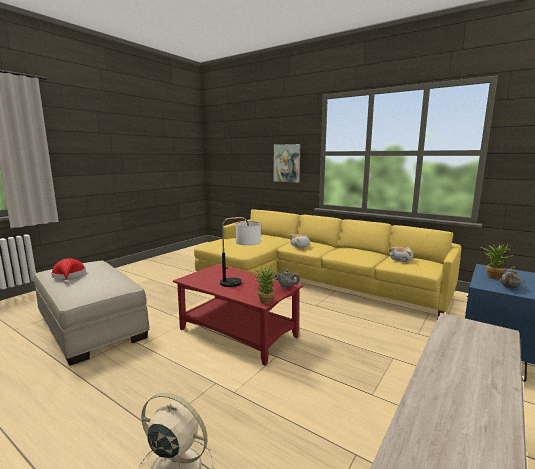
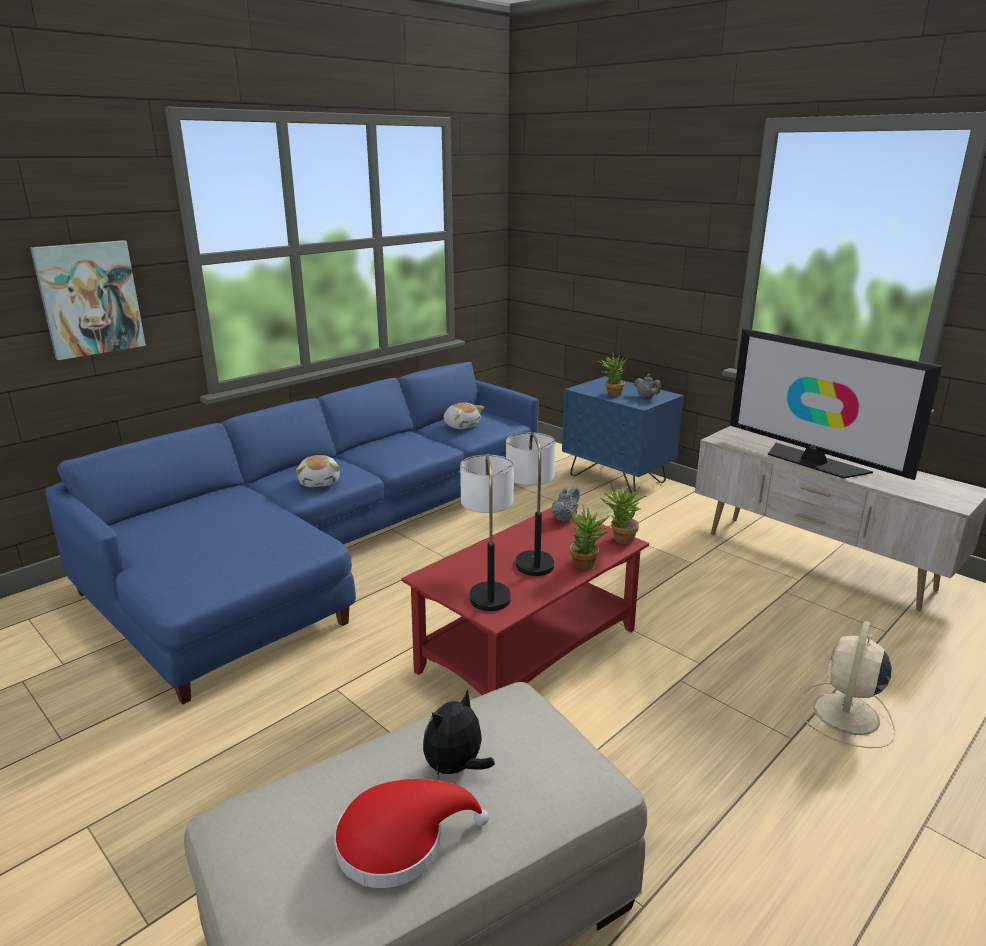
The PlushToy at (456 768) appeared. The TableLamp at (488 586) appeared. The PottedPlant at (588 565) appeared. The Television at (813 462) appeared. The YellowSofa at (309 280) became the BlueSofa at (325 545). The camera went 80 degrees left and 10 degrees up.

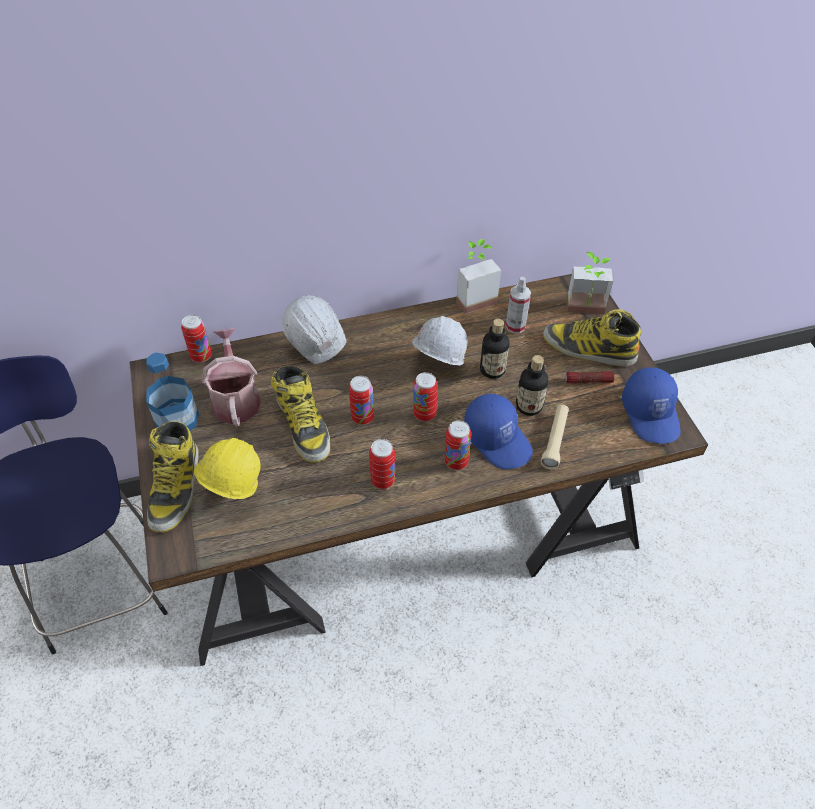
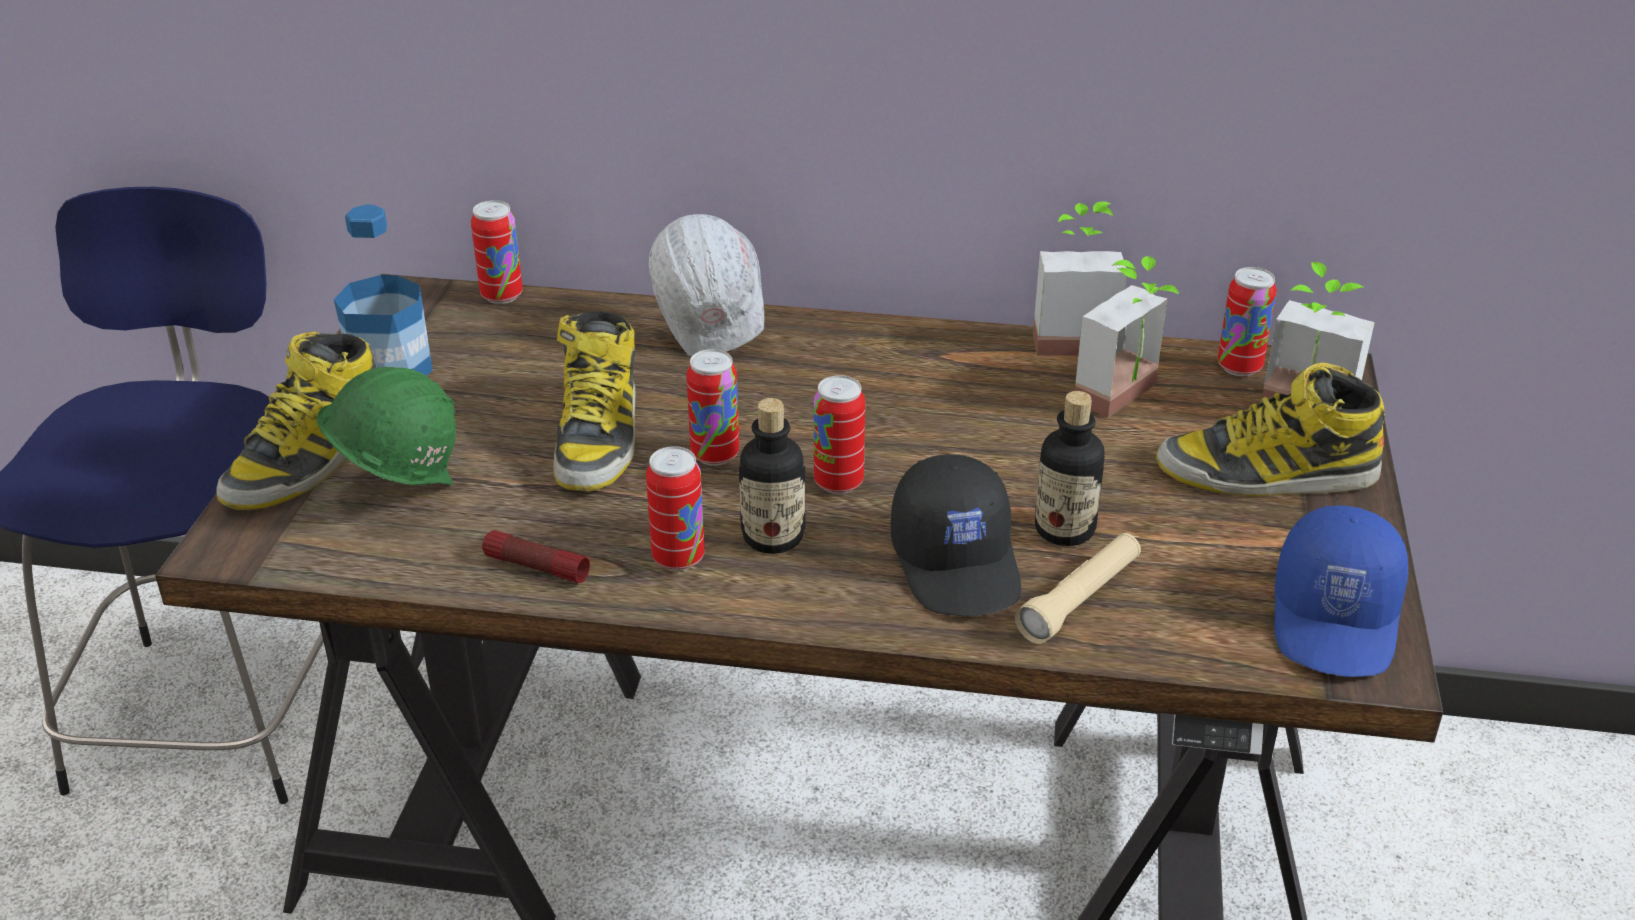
The WateringCan at (236 399) disappeared. The WhiteHardHat at (436 367) disappeared. The Can moved from (456 462) to (1239 367). The Bottle moved from (492 370) to (773 537). The Flashlight moved from (588 381) to (536 567). The SprayBottle at (515 326) was replaced by the PottedPlant at (1129 399). The YellowHardHat at (233 491) became the GreenHardHat at (399 493). The BlueCap at (498 439) became the BlackCap at (958 563). The Boot at (588 349) turned 45 degrees counterclockwise. The camera went 25 degrees right and 15 degrees down.

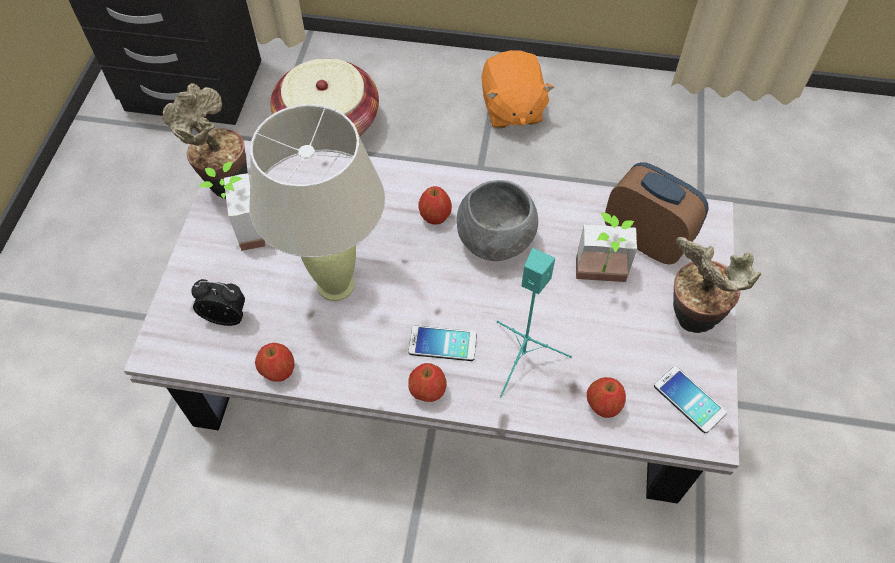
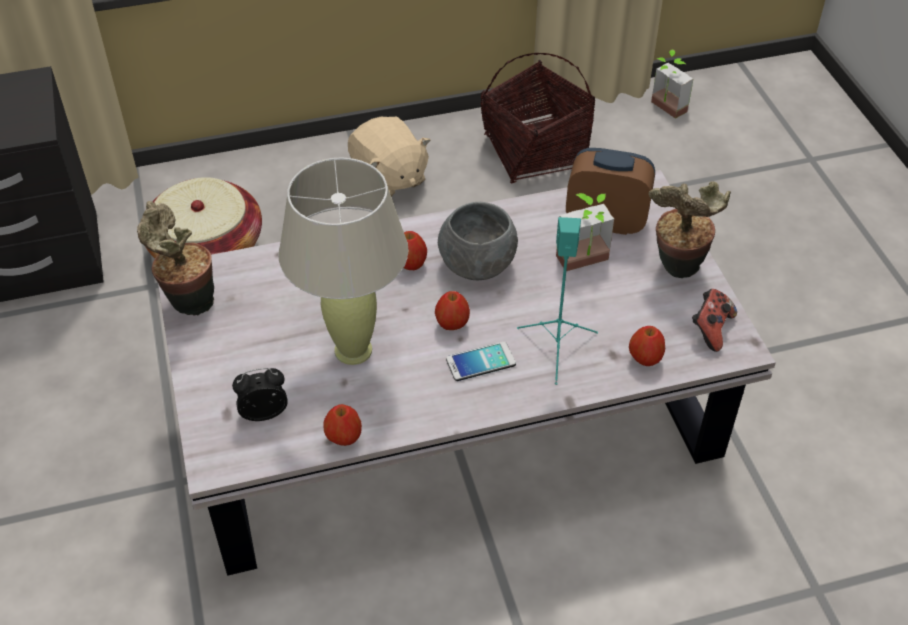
The Basket at (533 151) appeared. The PottedPlant moved from (240 231) to (664 109). The Apple moved from (427 391) to (452 324). The Phone at (689 400) was replaced by the GameController at (710 329). The OrangePlushToy at (511 109) became the BeigePlushToy at (388 178). The camera went 25 degrees left and 10 degrees down.

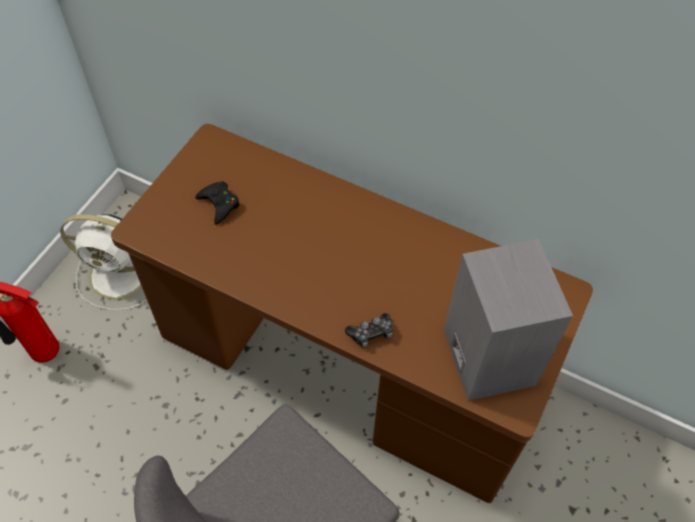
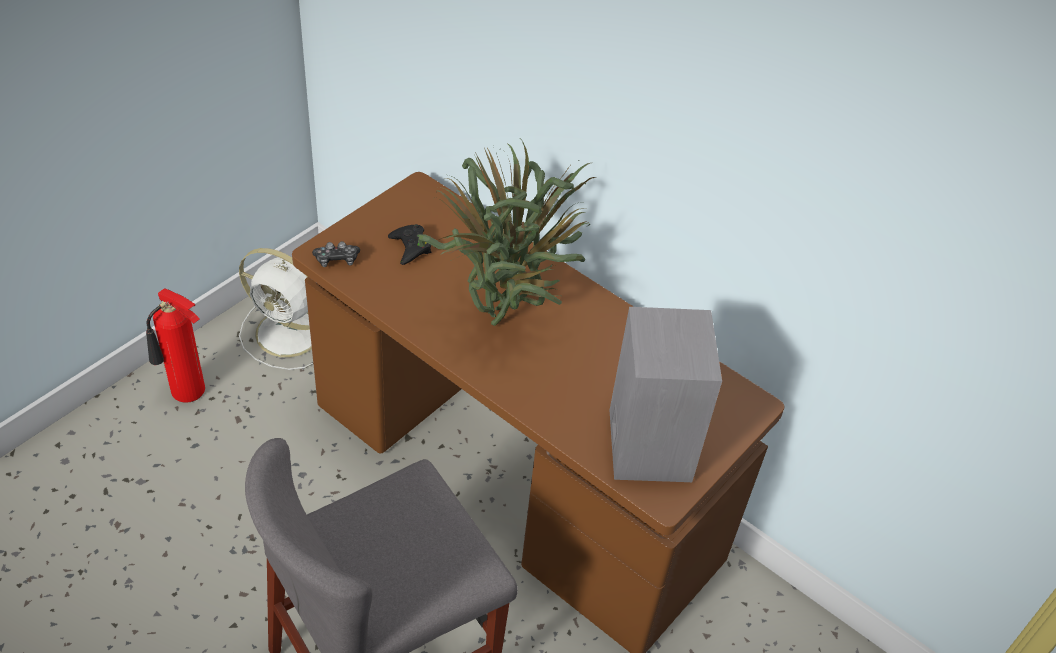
The PottedPlant at (508 310) appeared. The GameController moved from (371 333) to (337 260). The camera went 10 degrees right and 10 degrees down.

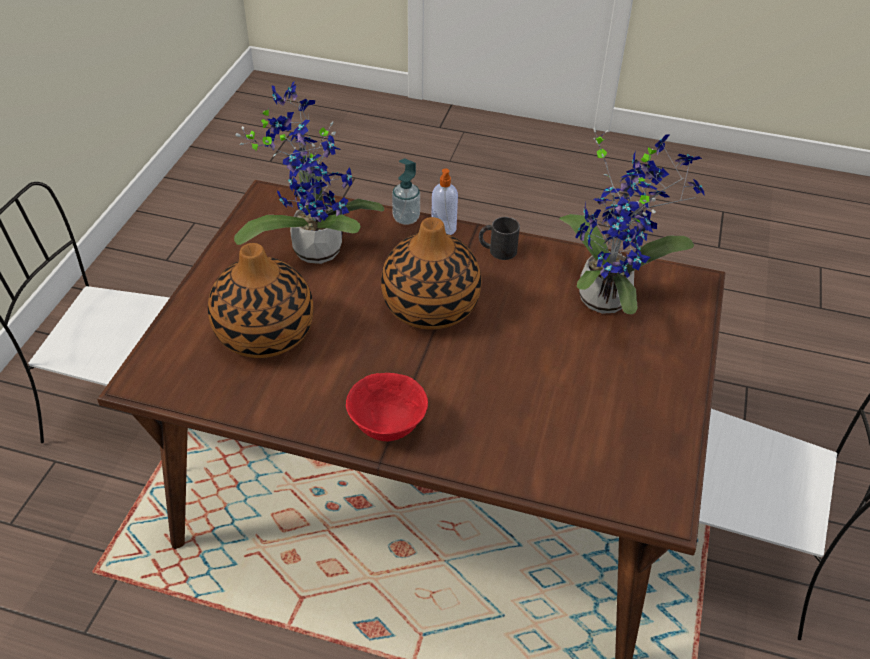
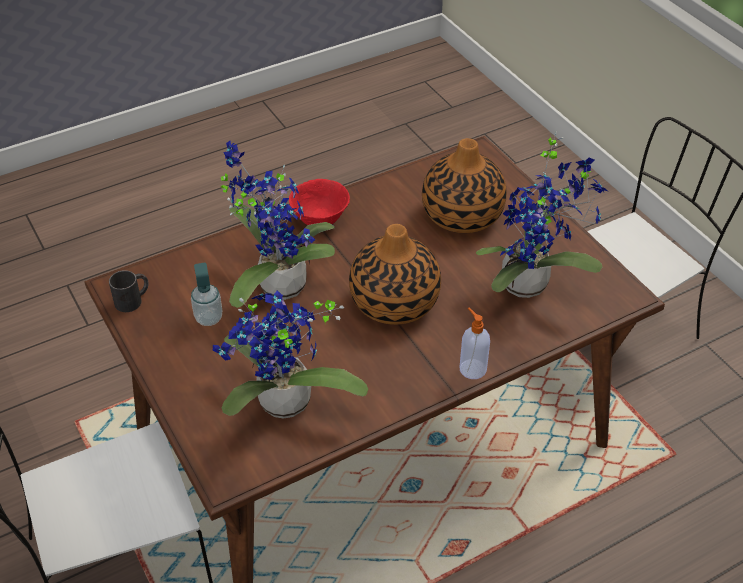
The PottedPlant at (277 283) appeared. The SoapDispenser moved from (406 218) to (209 318). The BlackMug moved from (497 250) to (133 300). The camera went 135 degrees right and 0 degrees up.

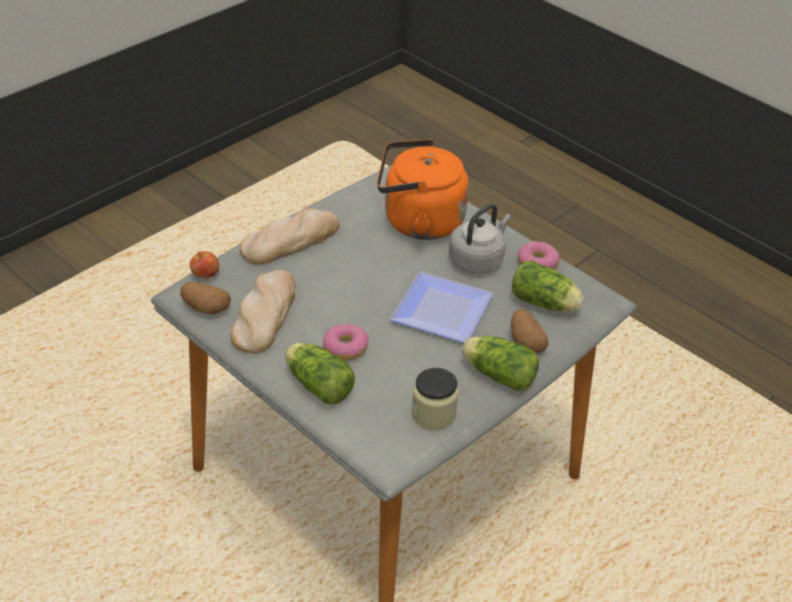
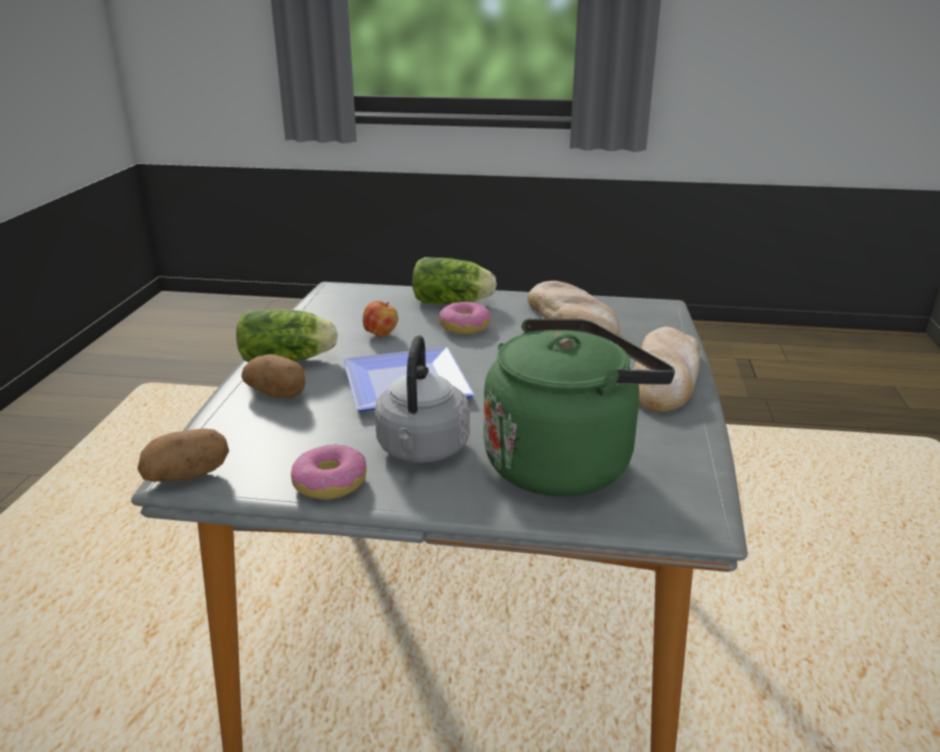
The Jar at (433 414) disappeared. The Lettuce at (546 304) disappeared. The Potato moved from (205 308) to (187 475). The Apple moved from (205 275) to (381 334). The OrangeKettle at (418 221) became the GreenKettle at (564 461). The camera went 145 degrees right and 15 degrees down.

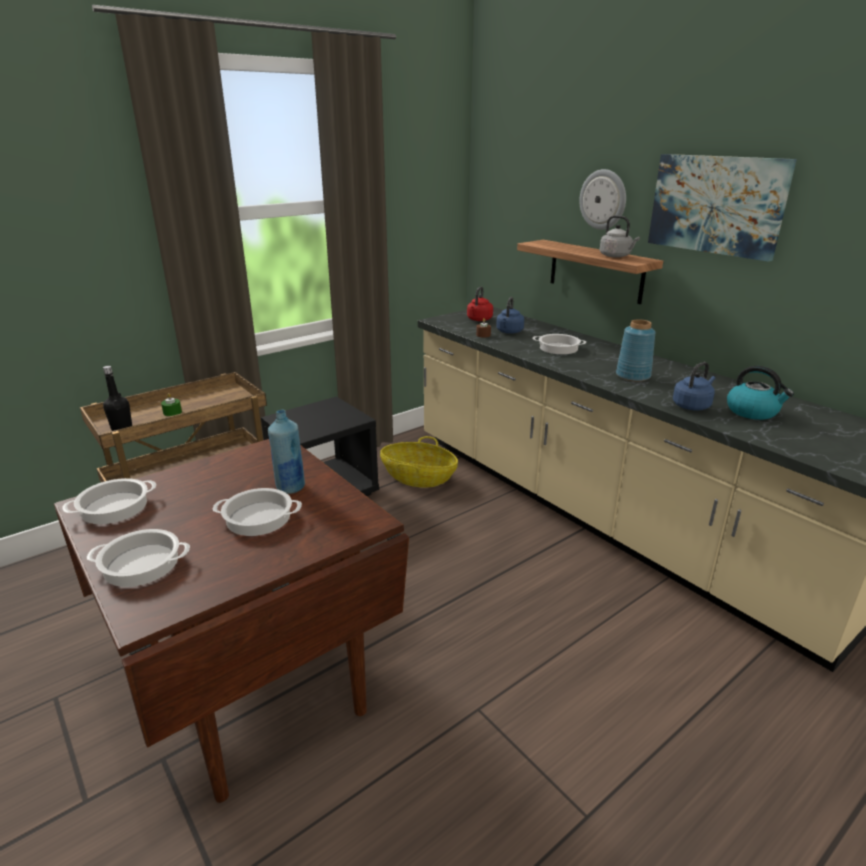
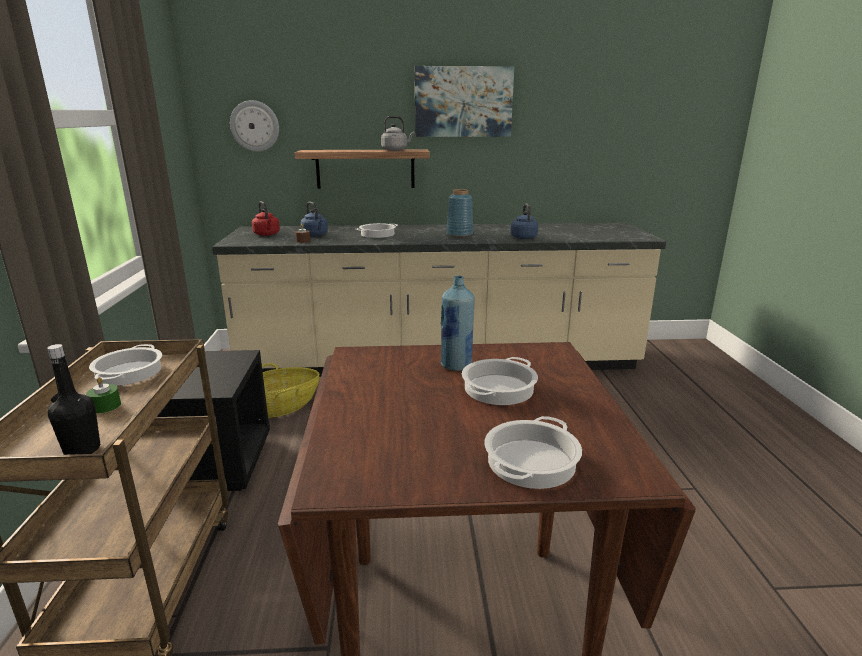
The Kettle at (753 412) disappeared. The CookingPot moved from (114 507) to (128 372). The WallClock moved from (603 199) to (255 126). The camera went 55 degrees left and 5 degrees down.

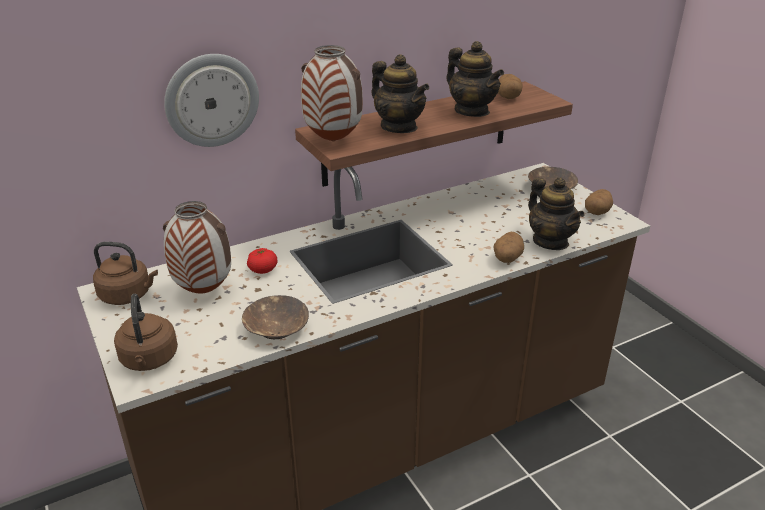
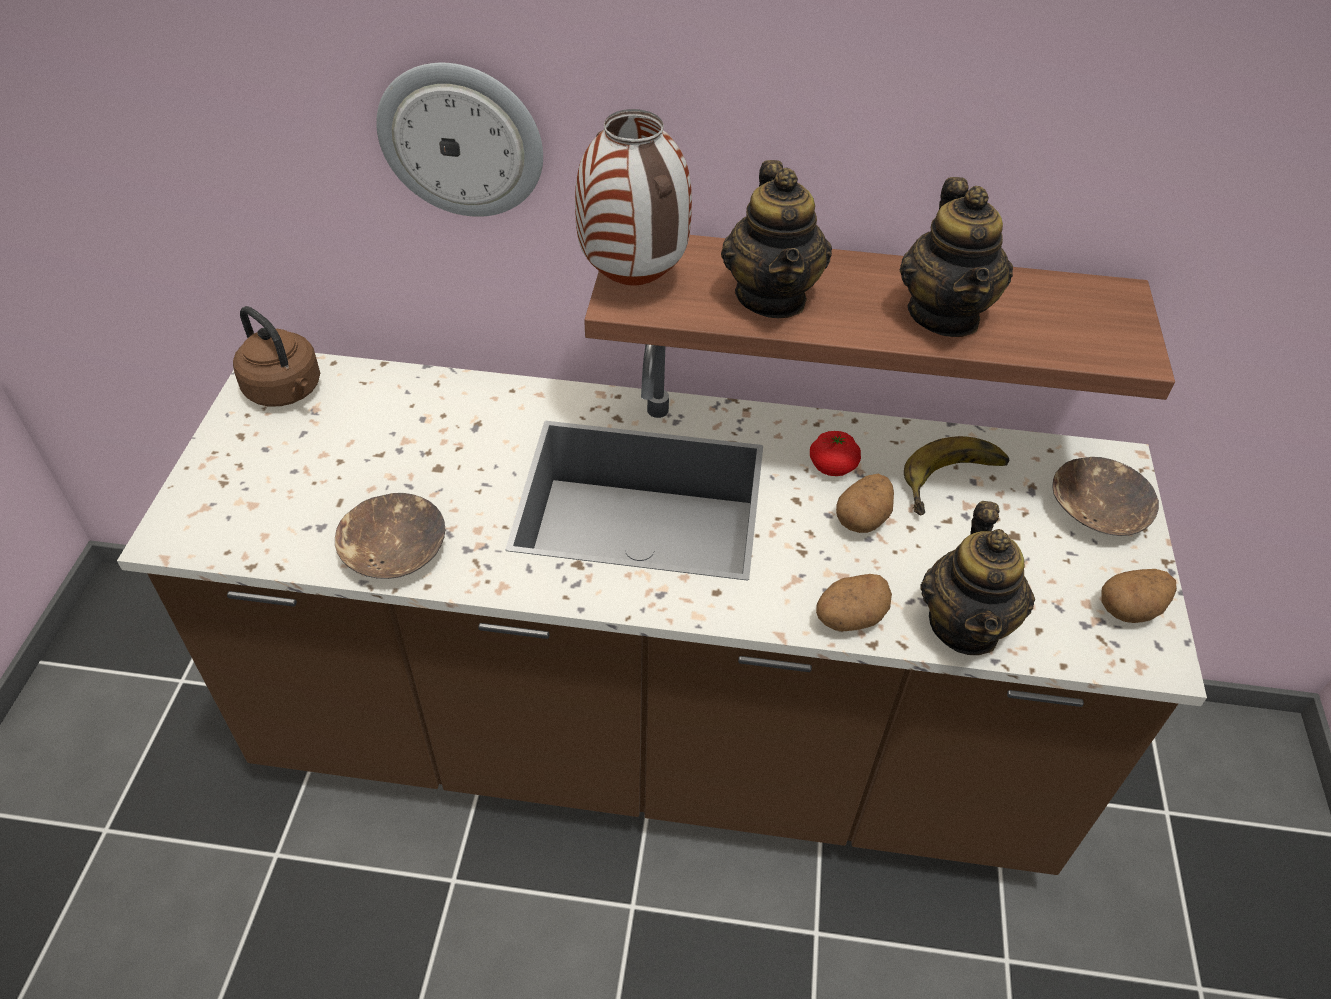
The BrownKettle at (149 360) disappeared. The Vase at (203 292) disappeared. The Banana at (957 484) appeared. The Tomato moved from (263 270) to (832 466). The Potato moved from (508 97) to (862 518). The camera went 35 degrees right and 15 degrees up.

